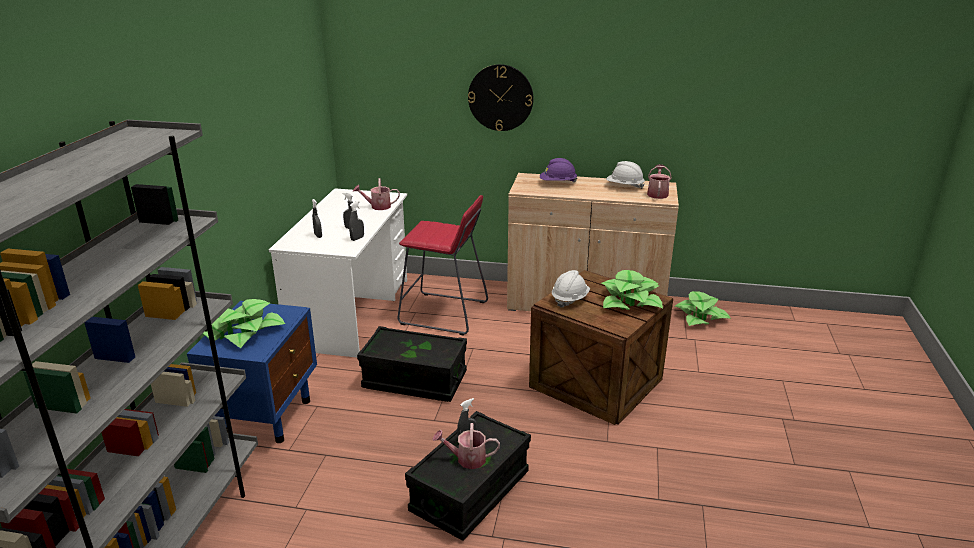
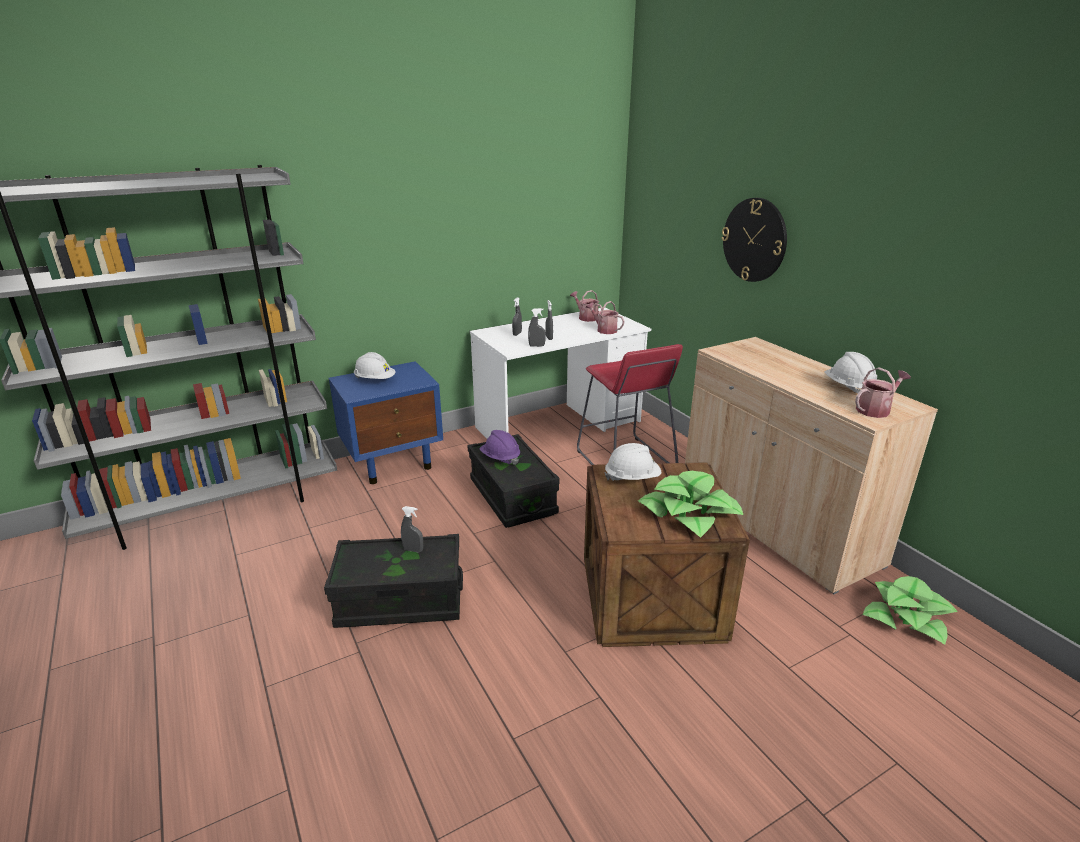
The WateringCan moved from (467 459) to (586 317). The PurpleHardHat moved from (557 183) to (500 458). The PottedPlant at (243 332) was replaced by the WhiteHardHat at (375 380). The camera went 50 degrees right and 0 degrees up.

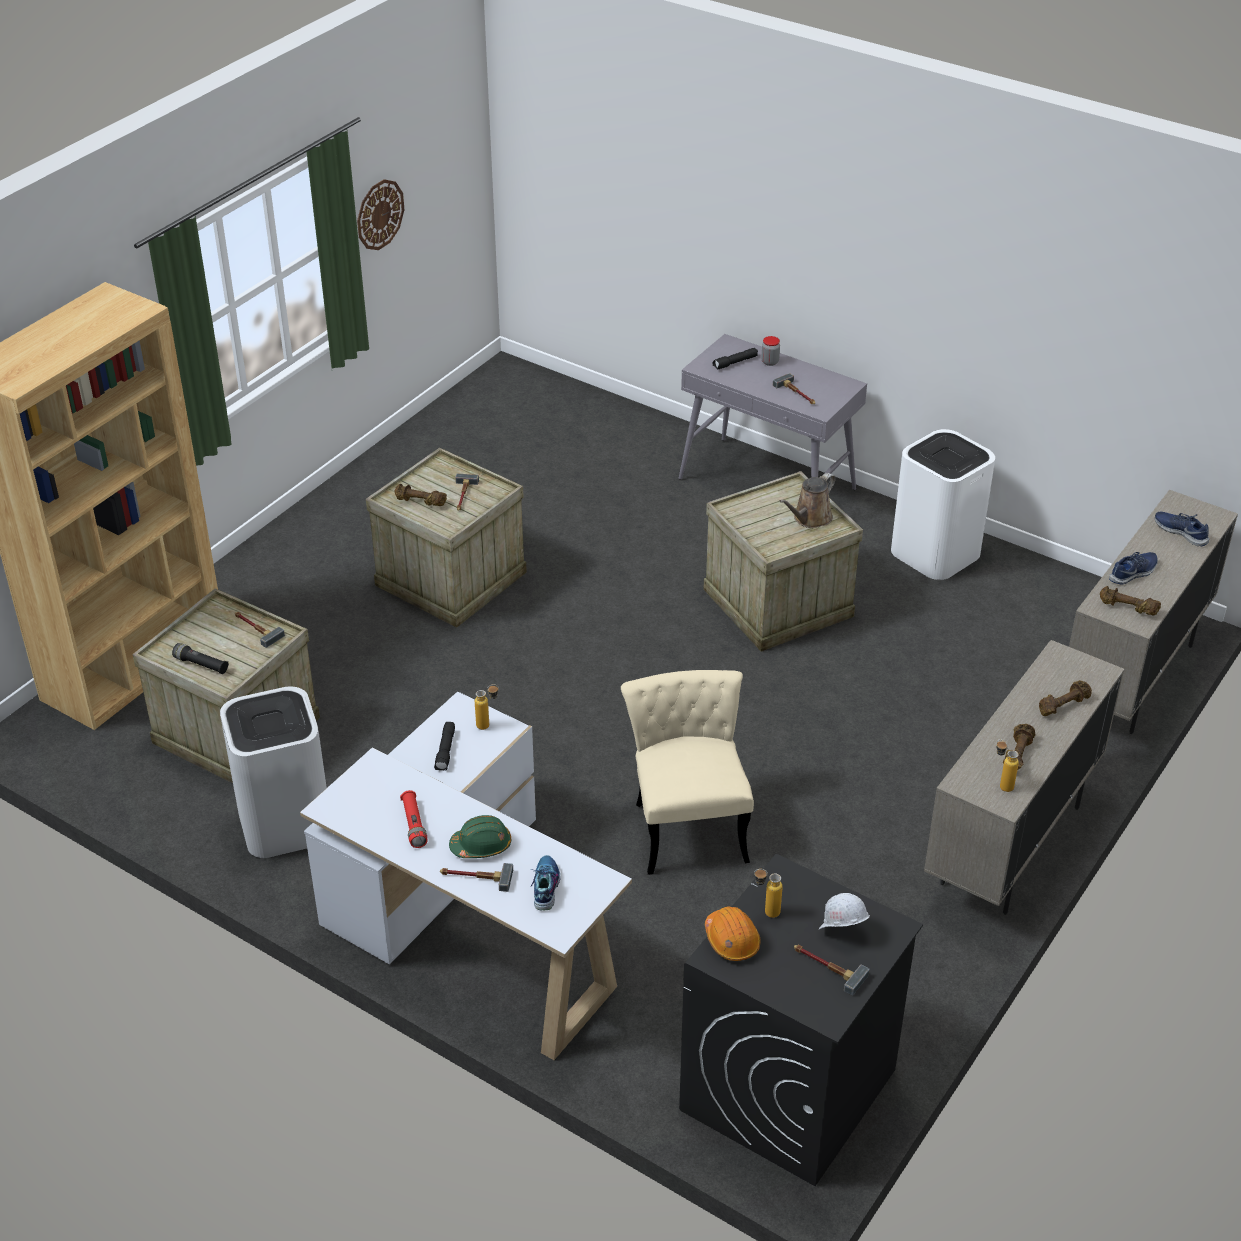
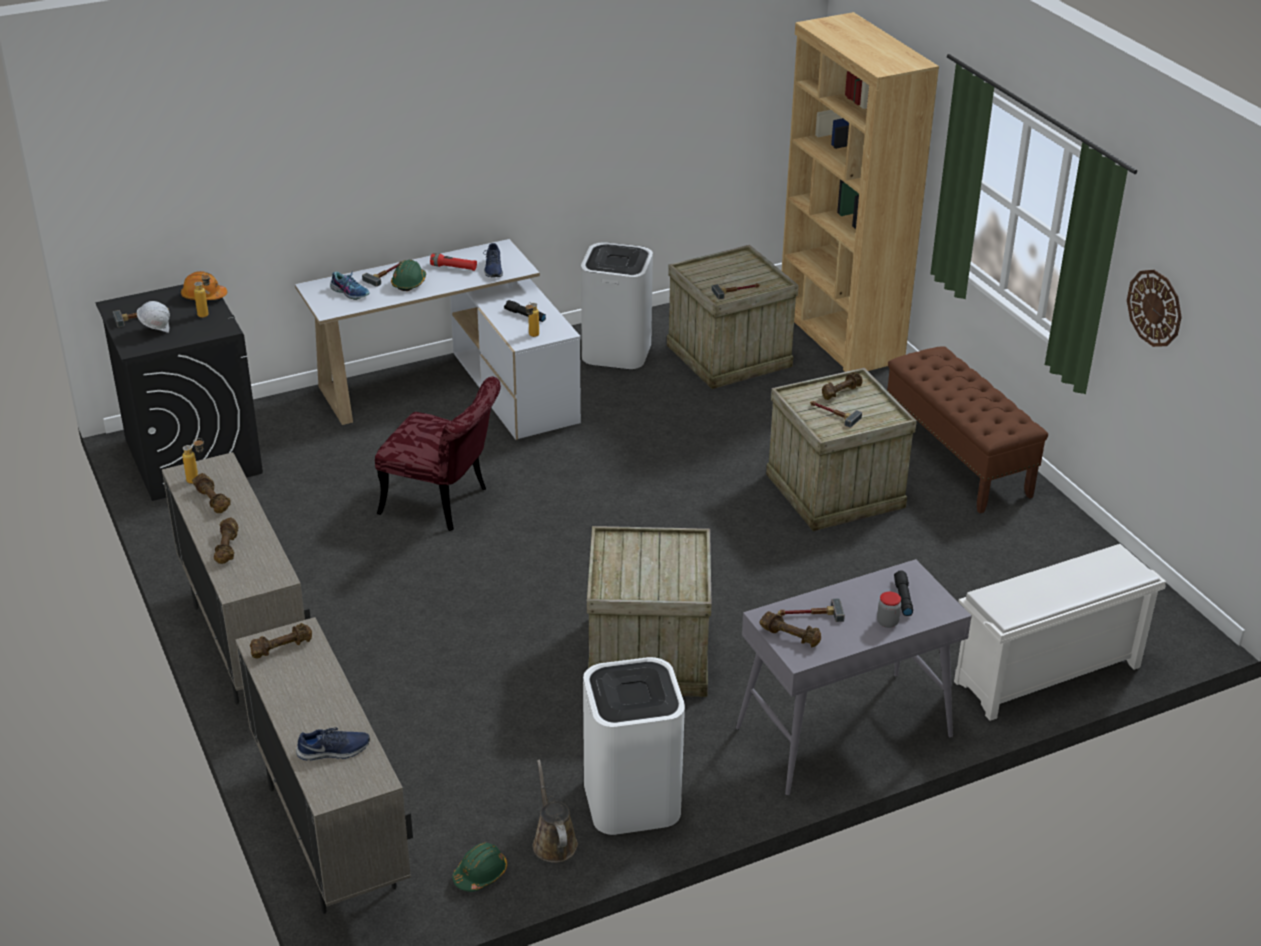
The BlackFlashlight at (201 665) disappeared. The GreenHardHat at (480 874) appeared. The BrownDumbbell at (790 636) appeared. The BrownBench at (957 460) appeared. The WhiteShoeRack at (1046 676) appeared. The BrownWateringCan moved from (810 519) to (553 841). The BlueShoe moved from (1133 573) to (493 269). The BeigeChair at (687 822) became the RedChair at (444 503). The camera went 120 degrees right and 5 degrees down.

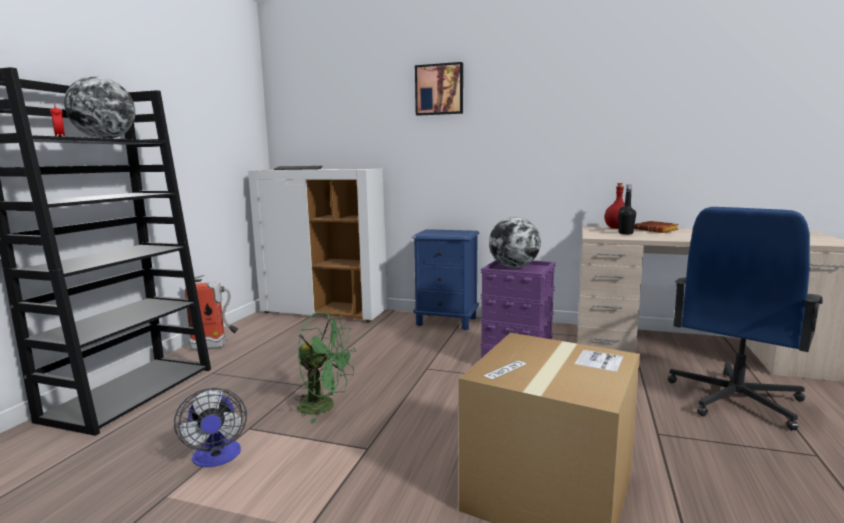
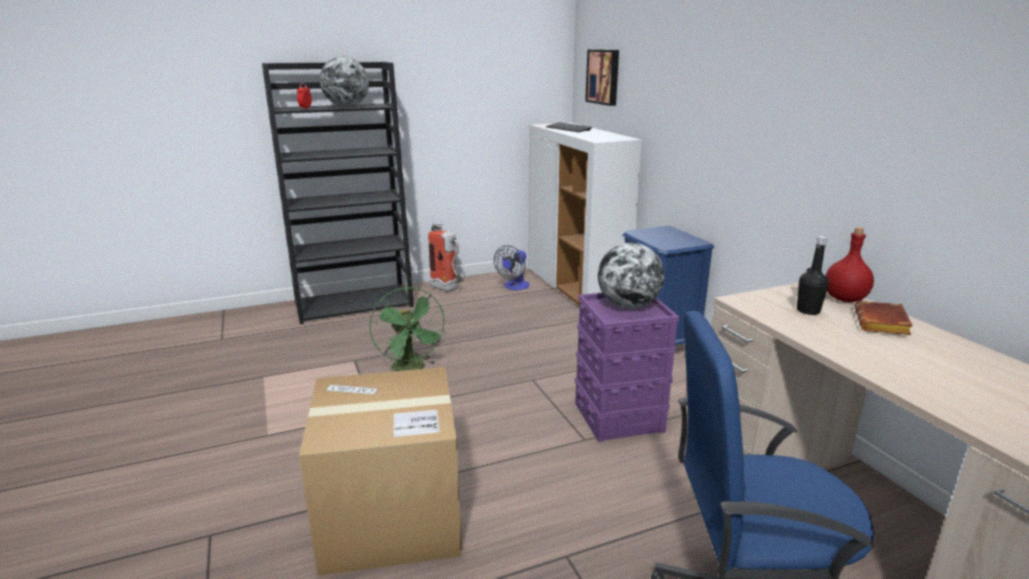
The Fan moved from (217 458) to (514 287). The Picture moved from (439 89) to (604 77). The camera went 50 degrees right and 10 degrees up.

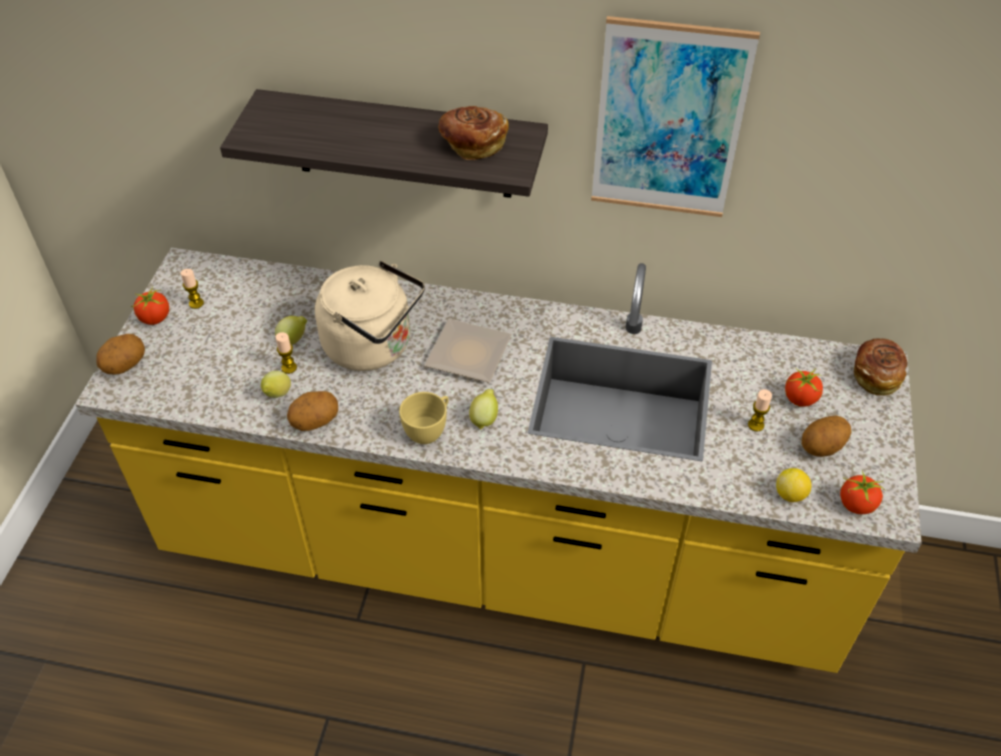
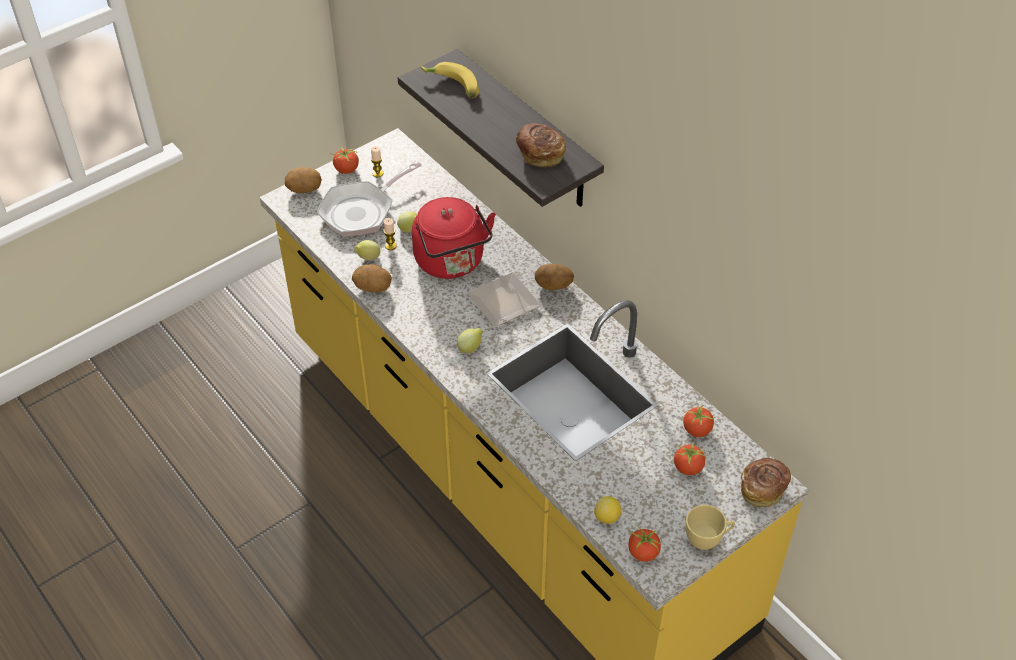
The Picture at (668 121) disappeared. The Candle at (756 425) disappeared. The FryingPan at (361 211) appeared. The Banana at (452 87) appeared. The Tomato at (697 430) appeared. The YellowCup moved from (429 430) to (707 539). The Potato moved from (822 447) to (553 286). The BeigeKettle at (373 346) became the RedKettle at (452 263). The camera went 40 degrees right and 0 degrees up.

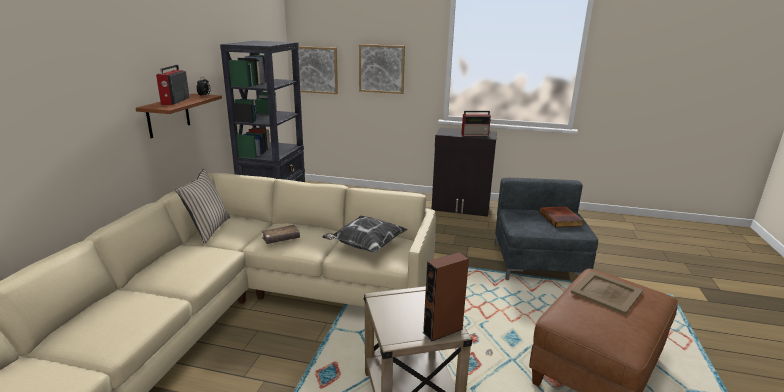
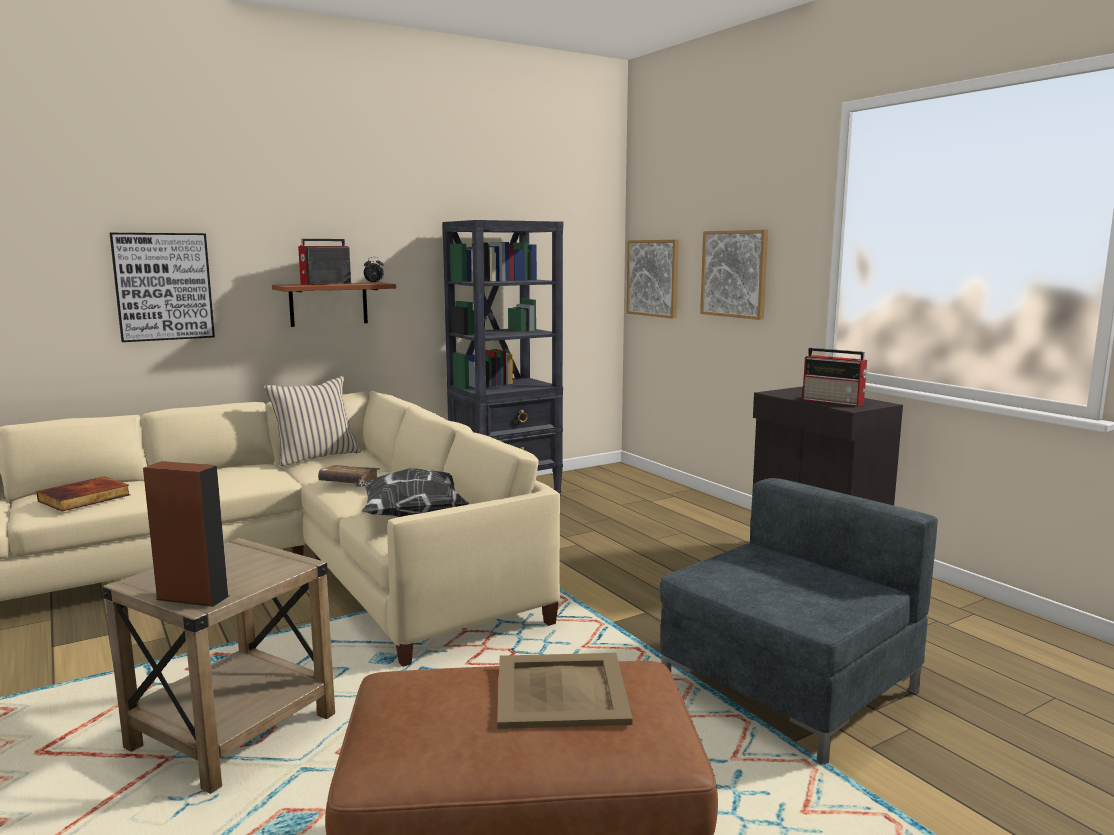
The Picture at (163 286) appeared. The Book moved from (561 219) to (84 498). The camera went 45 degrees right and 10 degrees down.

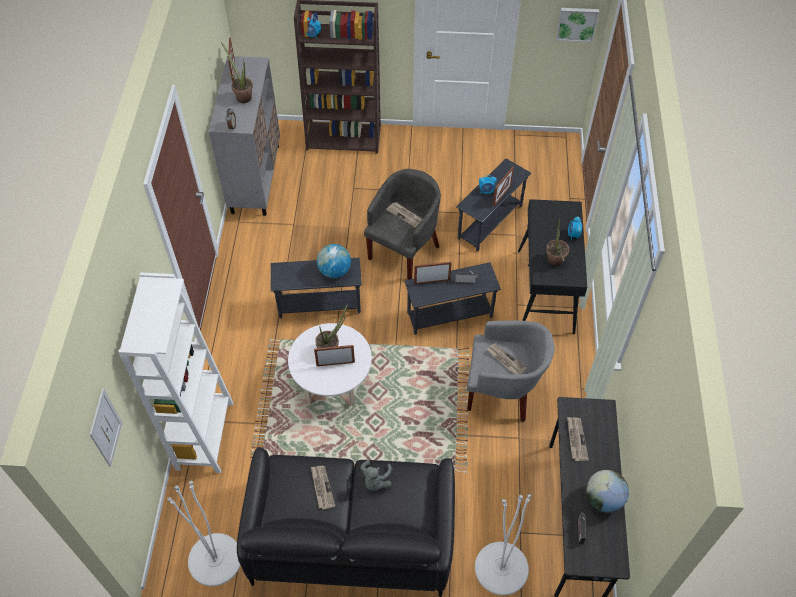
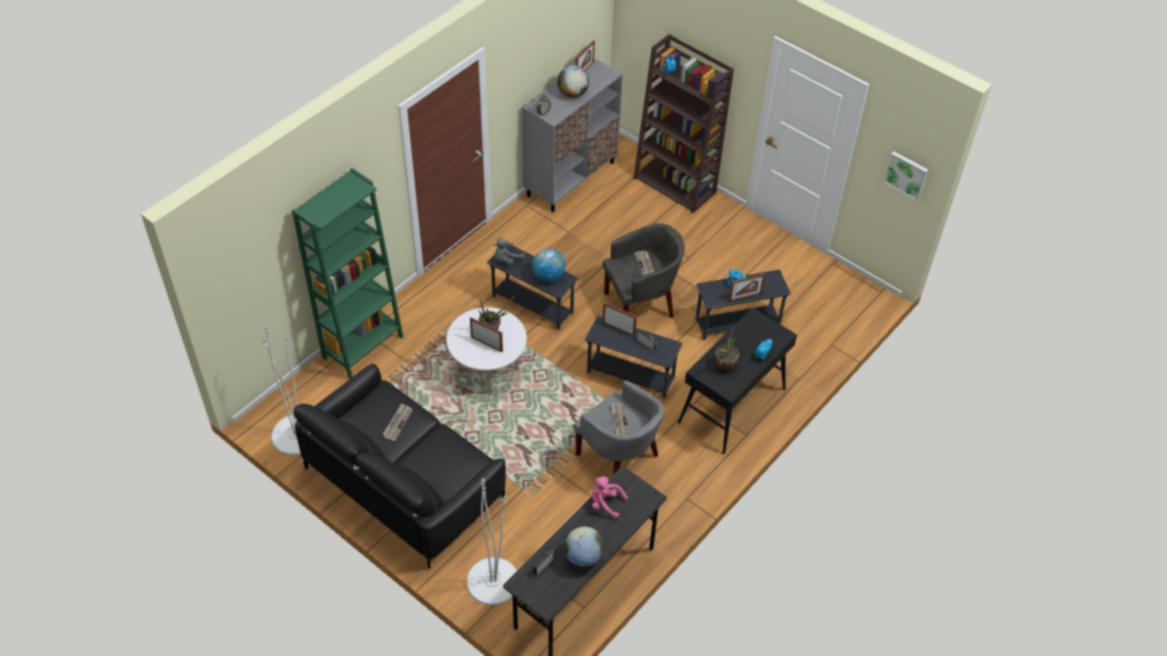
The Picture at (105 428) disappeared. The GreyPlushToy moved from (375 481) to (506 259). The PottedPlant at (242 96) was replaced by the Globe at (573 93). The Newspaper at (576 439) was replaced by the PinkPlushToy at (605 503). The WhiteBookcase at (205 436) became the GreenBookcase at (363 347). The camera went 35 degrees right and 5 degrees down.

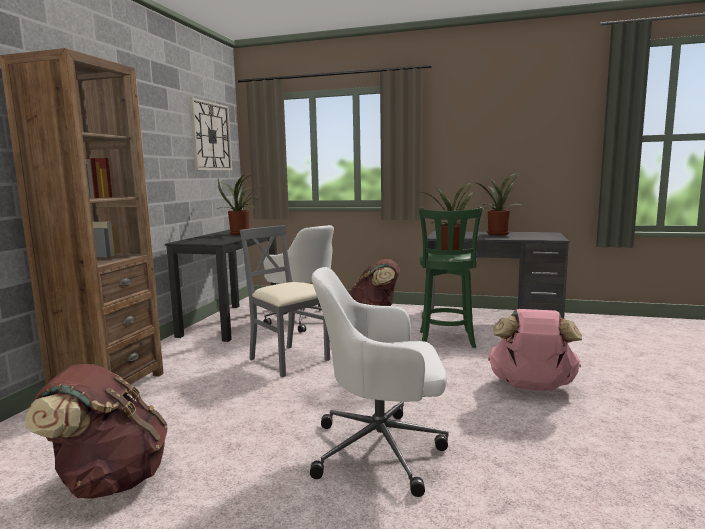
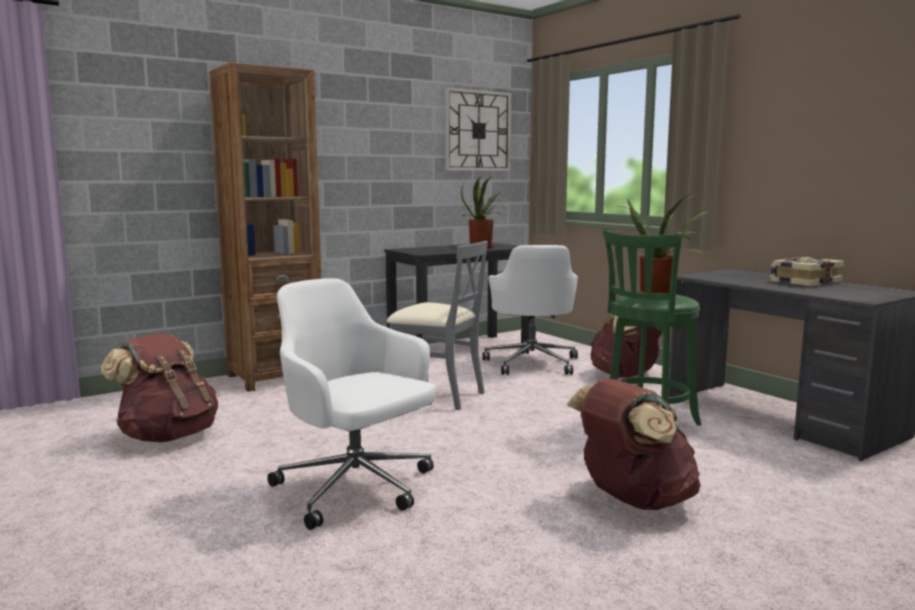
The PottedPlant at (497 234) was replaced by the Book at (804 282). The PinkBackpack at (531 387) became the BrownBackpack at (633 500). The GreyChair at (289 360) turned 120 degrees clockwise. The camera went 40 degrees right and 0 degrees up.

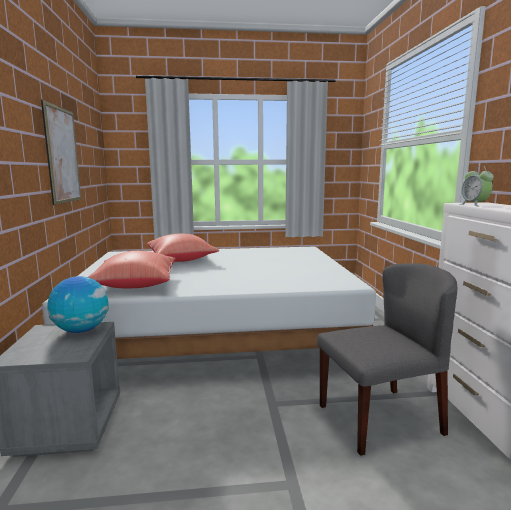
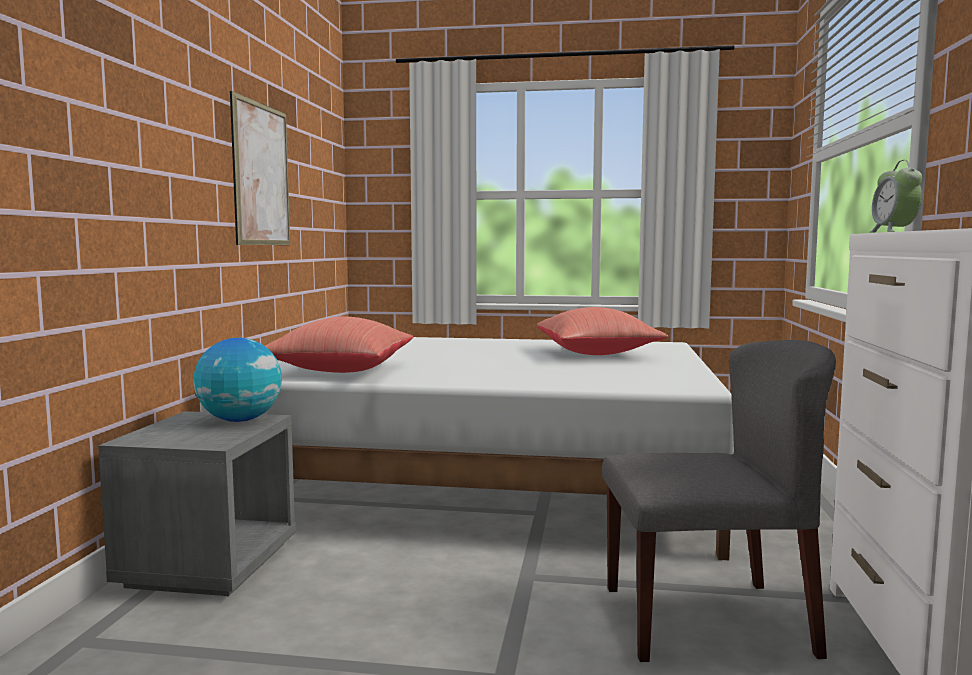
The RedPillow moved from (182 260) to (598 354). The camera went 15 degrees right and 5 degrees down.

